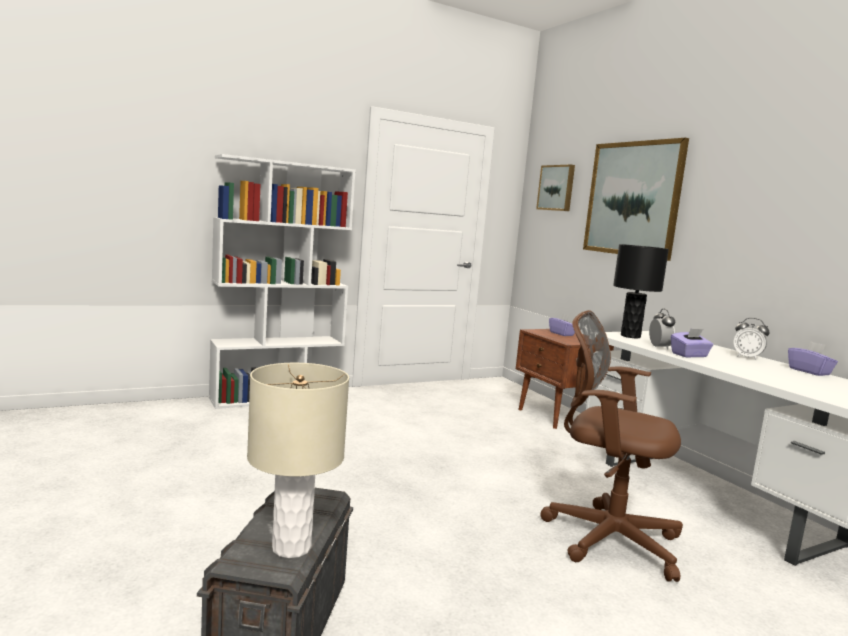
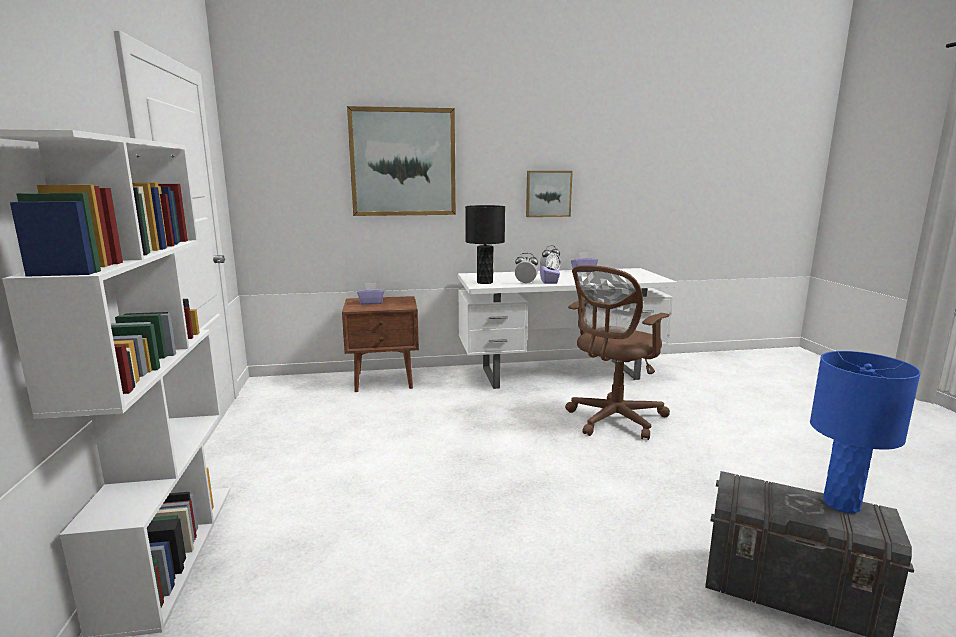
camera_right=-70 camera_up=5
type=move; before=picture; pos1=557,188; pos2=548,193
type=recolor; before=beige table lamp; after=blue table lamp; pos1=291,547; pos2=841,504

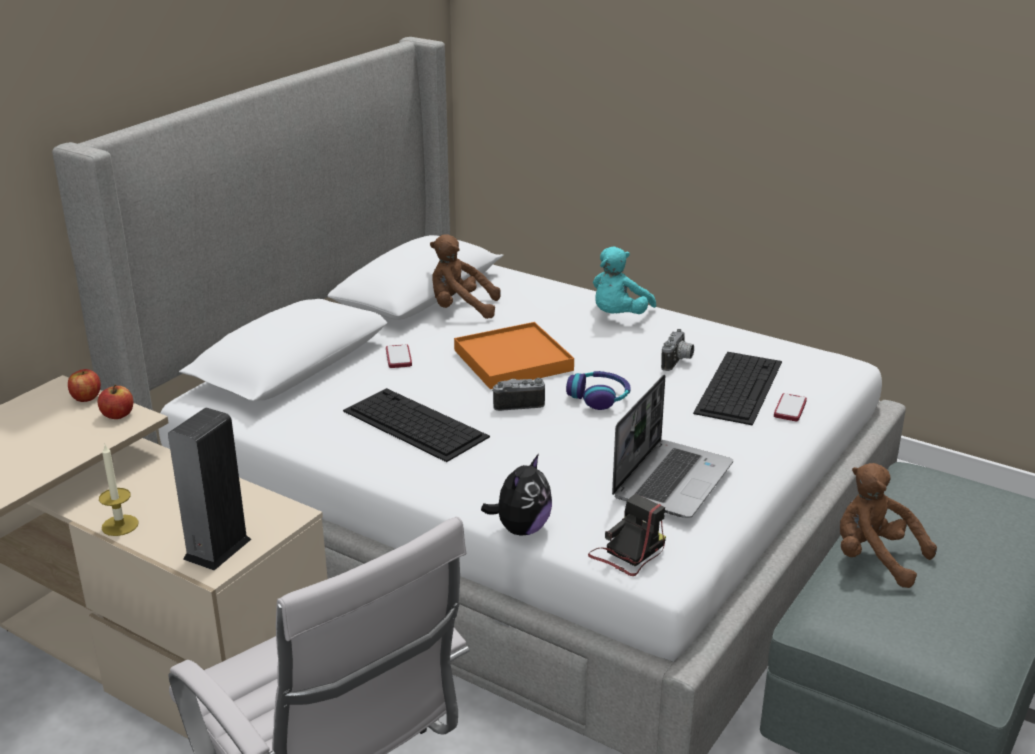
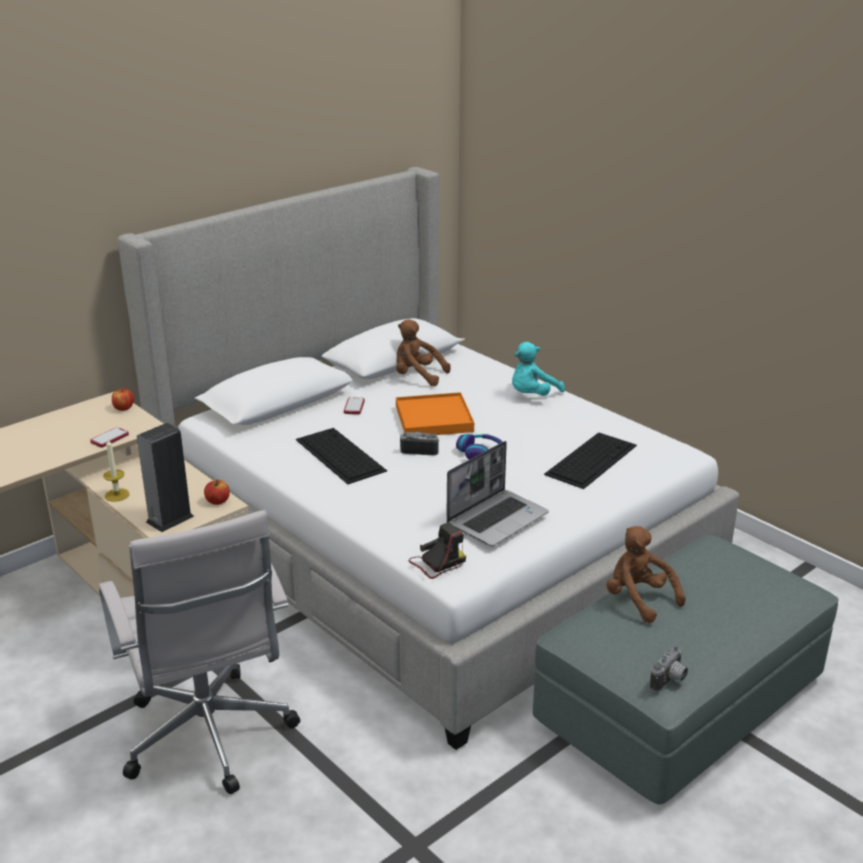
camera_right=15 camera_up=0
type=delete; before=plush toy; pos1=521,529
type=move; before=apple; pos1=118,415; pos2=217,501
type=move; before=photo camera; pos1=678,362; pos2=670,681
type=move; before=phone; pos1=790,409; pos2=109,438

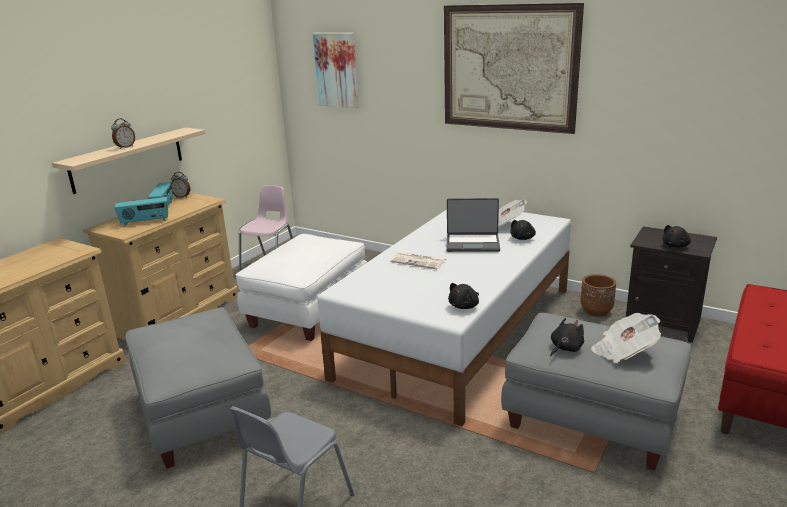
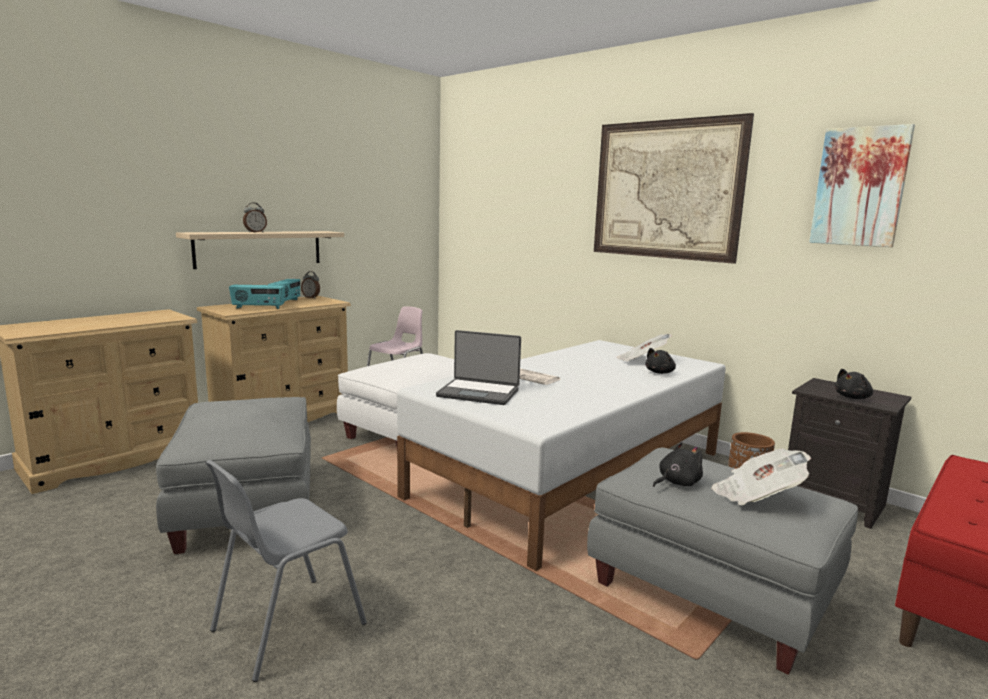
camera_right=10 camera_up=-10
type=delete; before=black plush toy; pos1=465,306
type=move; before=picture; pos1=337,70; pos2=859,187
type=move; before=laptop; pos1=472,243; pos2=479,393

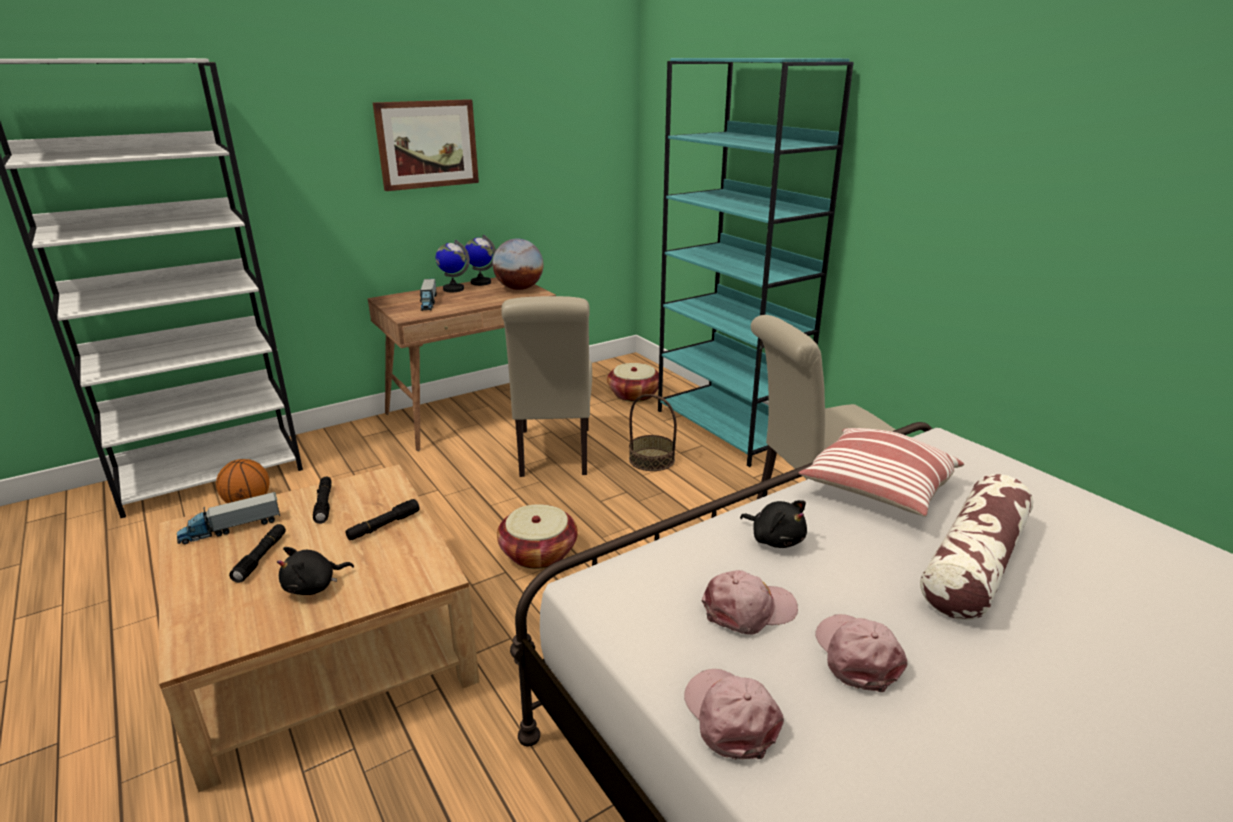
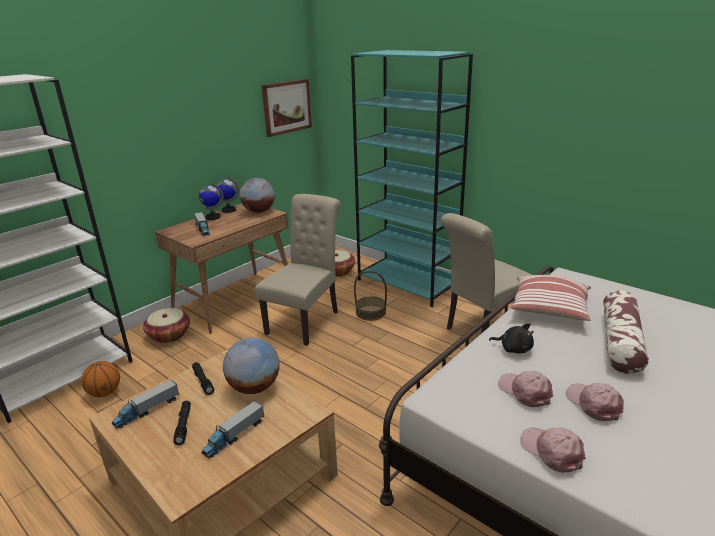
camera_right=-15 camera_up=0
type=move; before=picture; pos1=427,144; pos2=286,107
type=move; before=basket; pos1=538,553; pos2=169,335
type=replace; before=black plush toy; after=toy truck; pos1=314,586; pos2=234,436
type=replace; before=black flashlight; after=globe; pos1=383,526; pos2=254,387
type=rotate; before=beige chair; pos1=554,455; pos2=306,320; turn=-135
type=rotate; before=pink cap; pos1=749,610; pos2=525,391; turn=-90

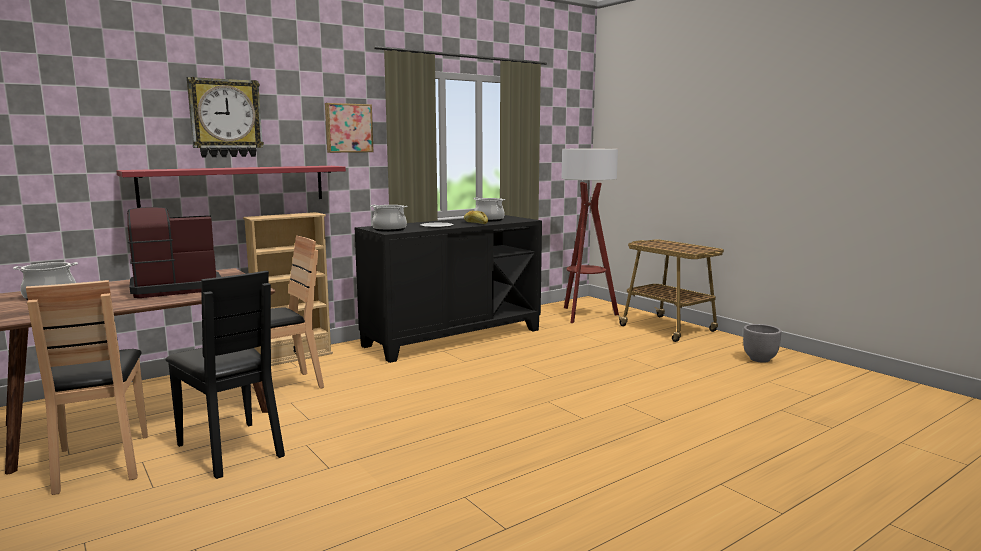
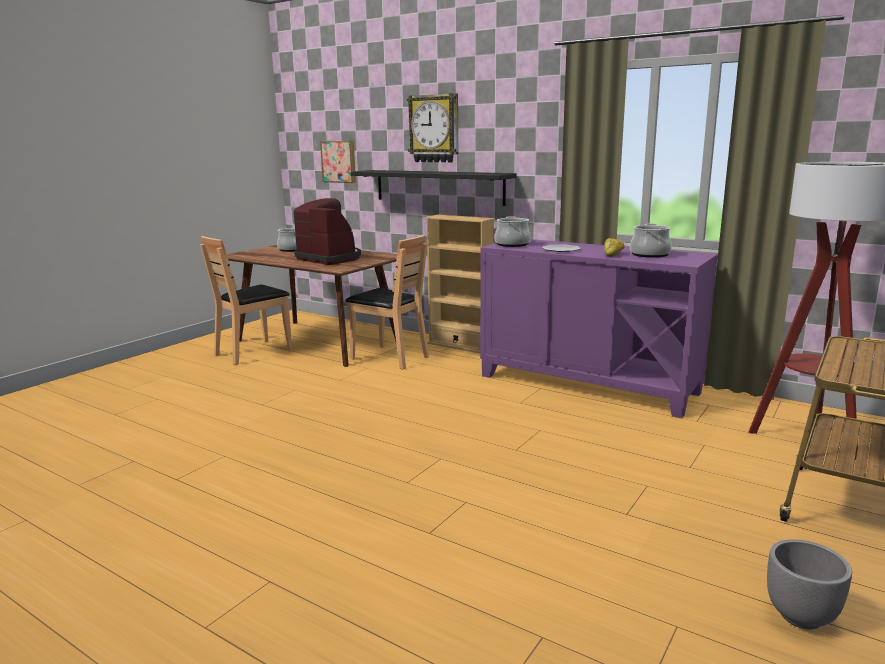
camera_right=70 camera_up=5
type=delete; before=black chair; pos1=231,449
type=move; before=picture; pos1=348,128; pos2=339,161
type=recolor; before=red shelf; after=black shelf; pos1=235,185; pos2=438,187
type=recolor; before=black cabinet; after=purple cabinet; pos1=453,337; pos2=587,384

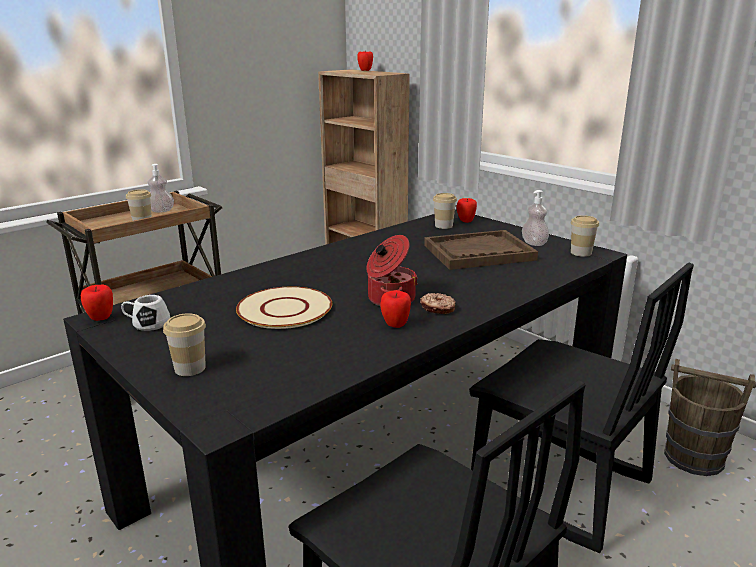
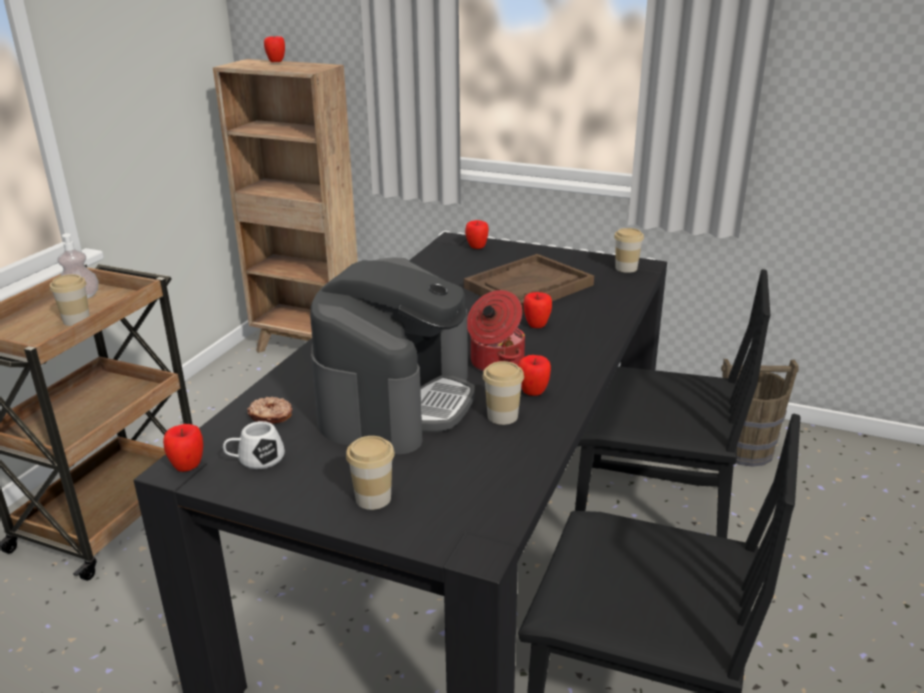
camera_right=-25 camera_up=5
type=delete; before=soap dispenser; pos1=534,243
type=insert; after=apple; pos2=537,325
type=move; before=donut; pos1=437,309; pos2=271,417
type=move; before=cup; pos1=443,226; pos2=502,416
type=replace; before=beige plate; after=coffee machine; pos1=284,309; pos2=396,401

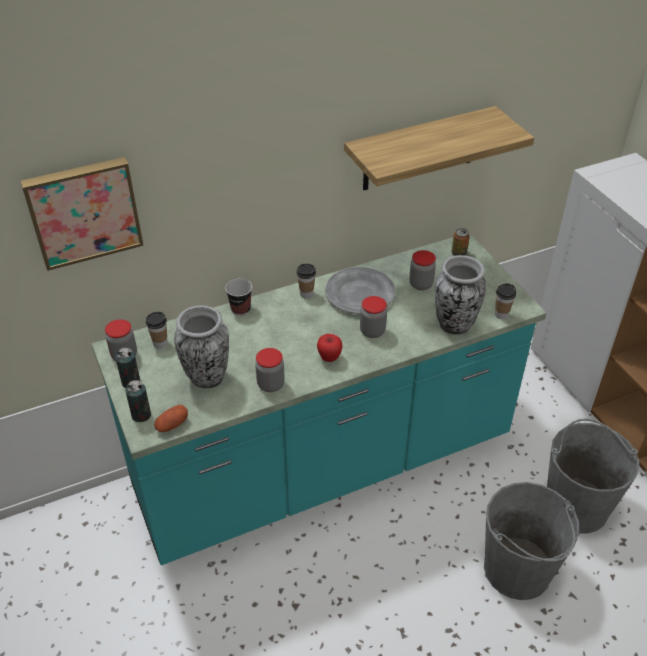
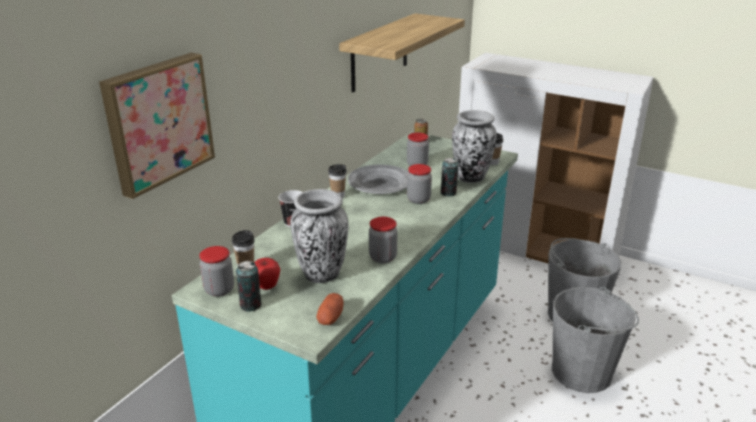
camera_right=-35 camera_up=-15
type=move; before=can; pos1=141,415; pos2=448,193
type=move; before=apple; pos1=329,358; pos2=267,286

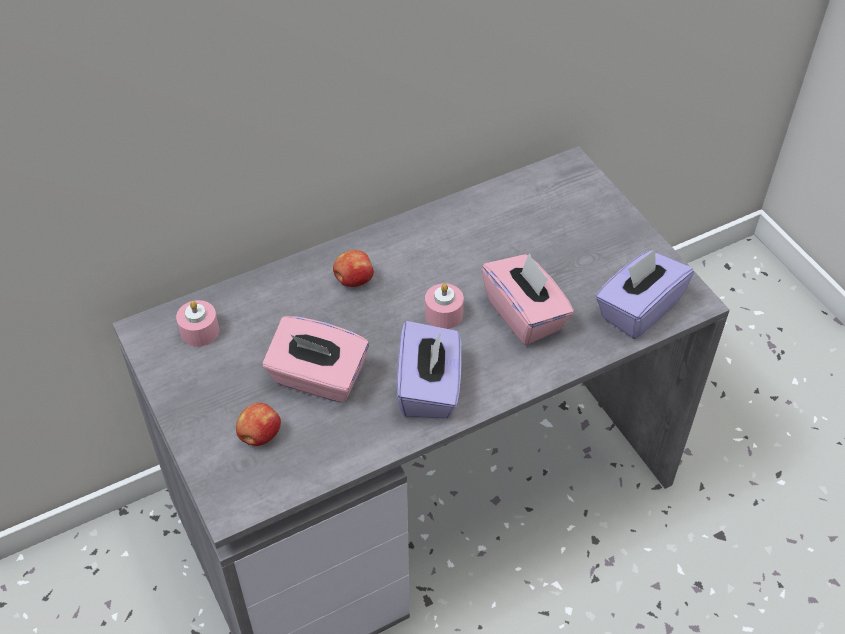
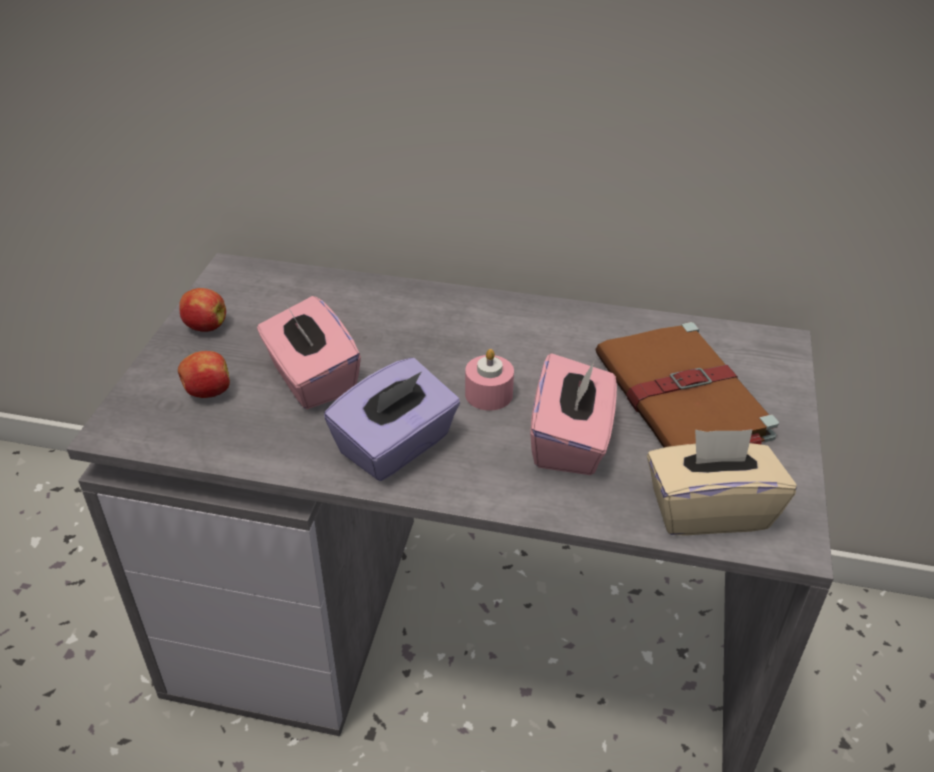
camera_right=40 camera_up=-10
type=delete; before=pink candle; pos1=199,331
type=insert; after=brown book; pos2=683,398
type=move; before=apple; pos1=353,280; pos2=205,327
type=recolor; before=purple tissue box; after=beige tissue box; pos1=638,309; pos2=709,509

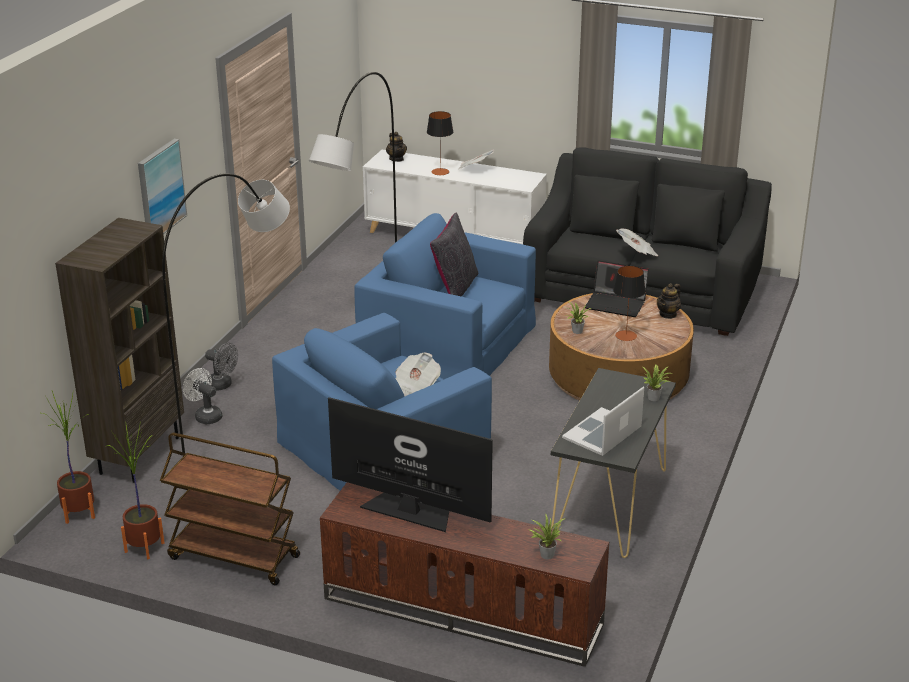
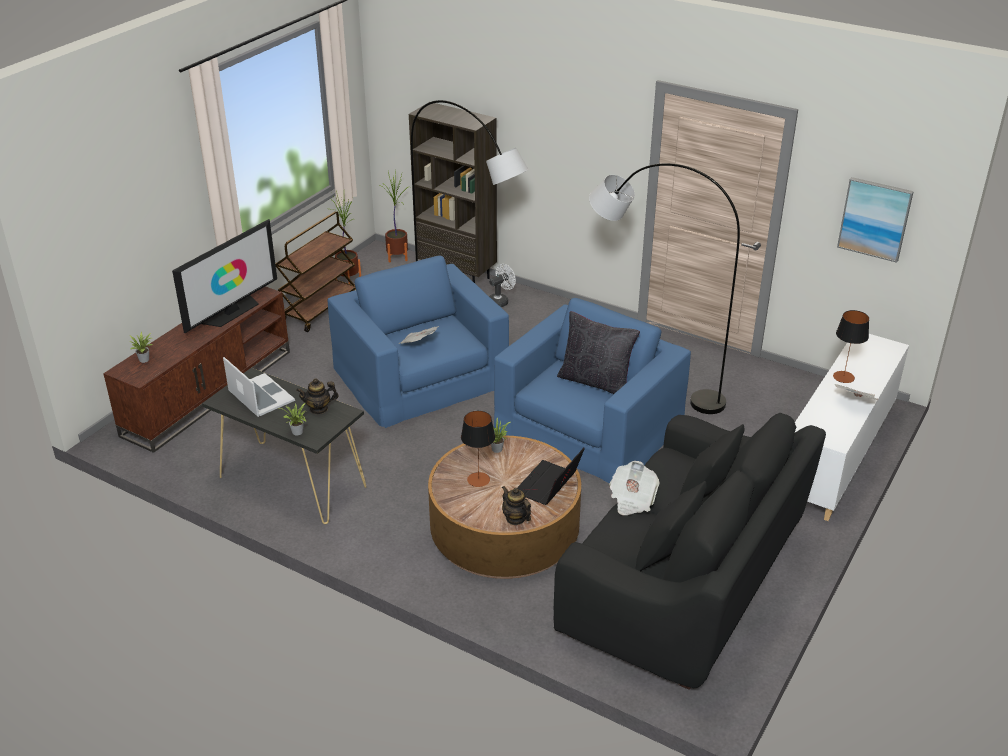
camera_right=100 camera_up=5
type=delete; before=grey fan; pos1=222,385
type=move; before=picture; pos1=160,190; pos2=875,219
type=move; before=teapot; pos1=396,159; pos2=319,409

